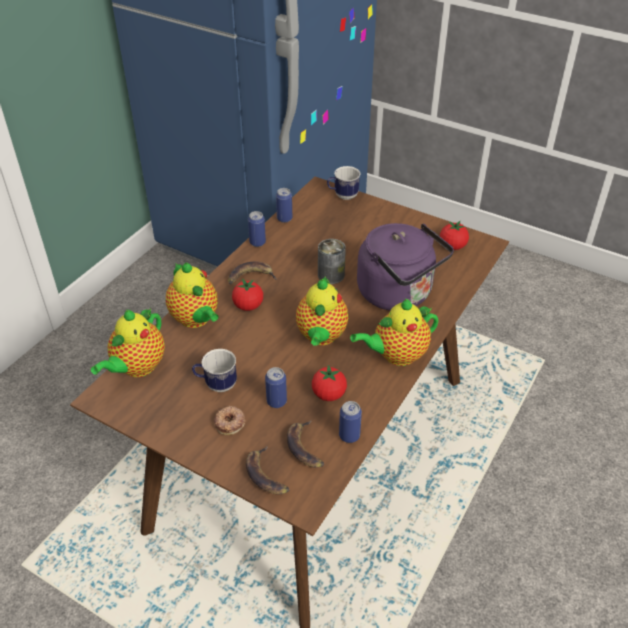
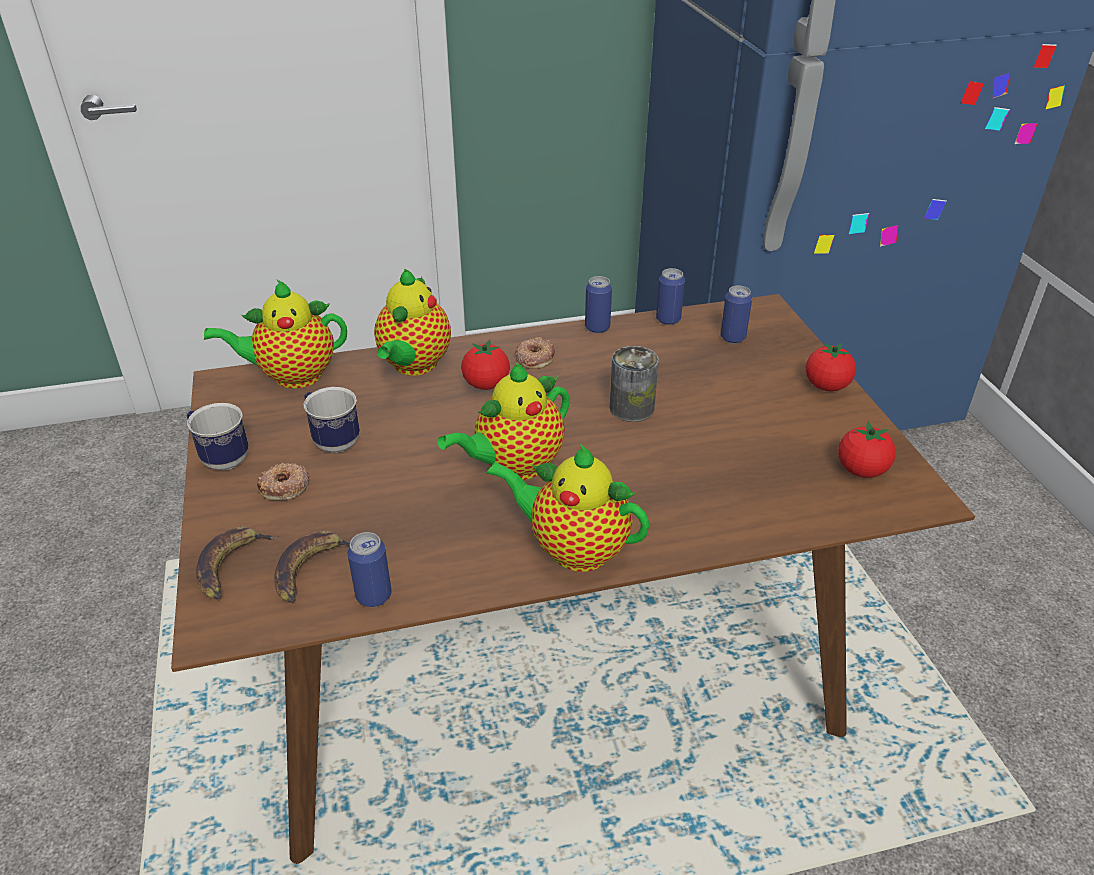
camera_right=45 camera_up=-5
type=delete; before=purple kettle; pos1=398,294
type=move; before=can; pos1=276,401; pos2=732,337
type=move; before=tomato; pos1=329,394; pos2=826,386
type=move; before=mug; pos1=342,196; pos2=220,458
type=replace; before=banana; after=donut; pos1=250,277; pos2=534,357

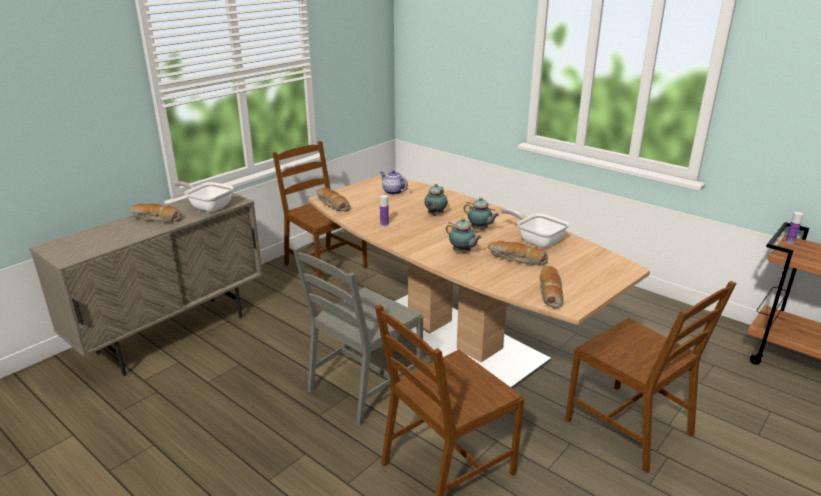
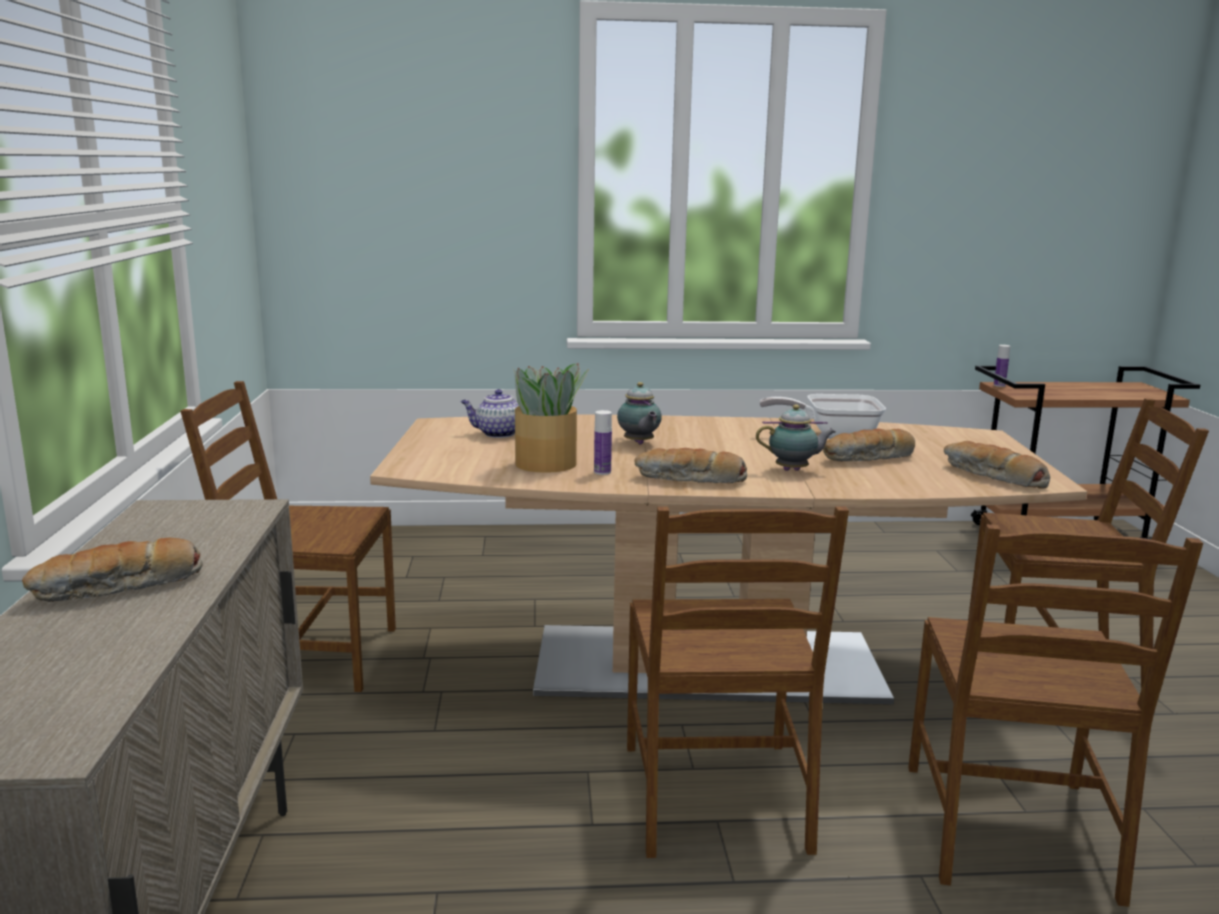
camera_right=-45 camera_up=-10
type=delete; before=frying pan; pos1=208,207
type=delete; before=teapot; pos1=480,229
type=insert; after=potted plant; pos2=547,464
type=move; before=bread; pos1=332,204; pos2=690,480
type=recolor; before=grey chair; after=brown chair; pos1=364,387; pos2=718,797

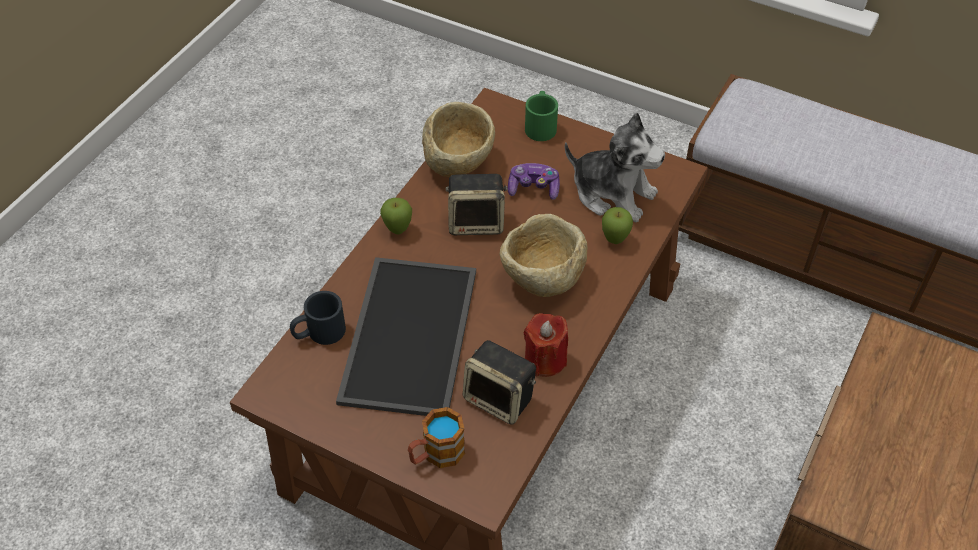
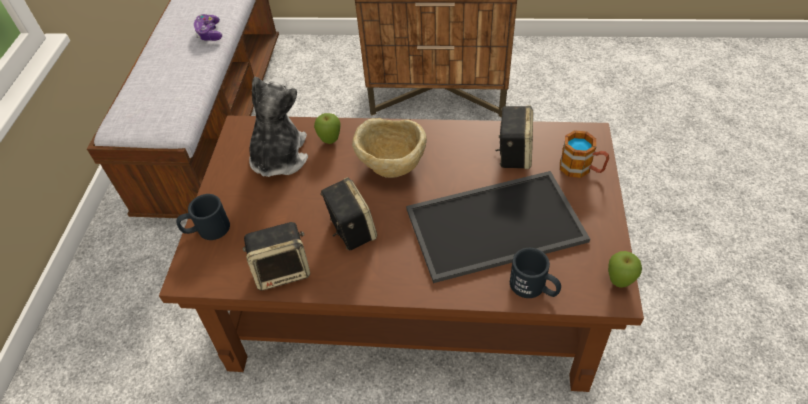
camera_right=-110 camera_up=0
type=delete; before=red candle; pos1=545,360
type=move; before=apple; pos1=398,230; pos2=618,282
type=move; before=game controller; pos1=533,188; pos2=209,33
type=replace; before=beige bowl; after=speaker; pos1=459,165; pos2=283,270
type=recolor; before=green mug; after=black mug; pos1=540,125; pos2=206,229

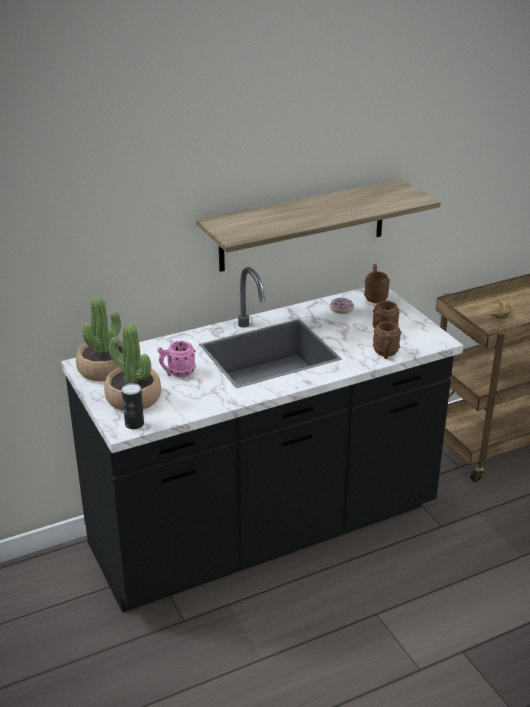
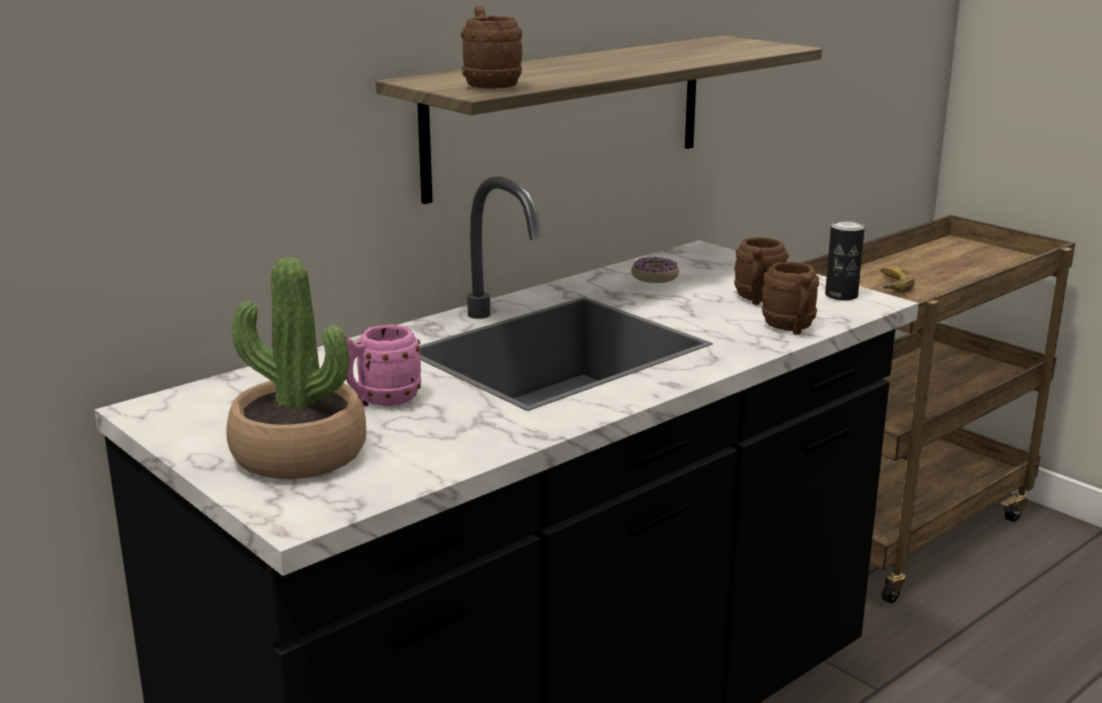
camera_right=-15 camera_up=-10
type=delete; before=potted plant; pos1=104,369
type=move; before=can; pos1=134,424; pos2=841,296
type=move; before=brown mug; pos1=375,297; pos2=489,85

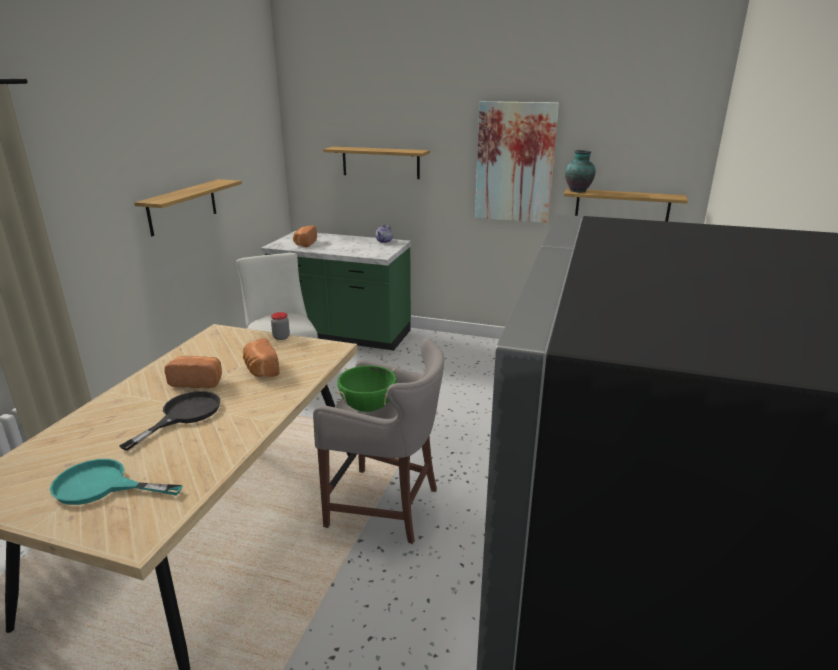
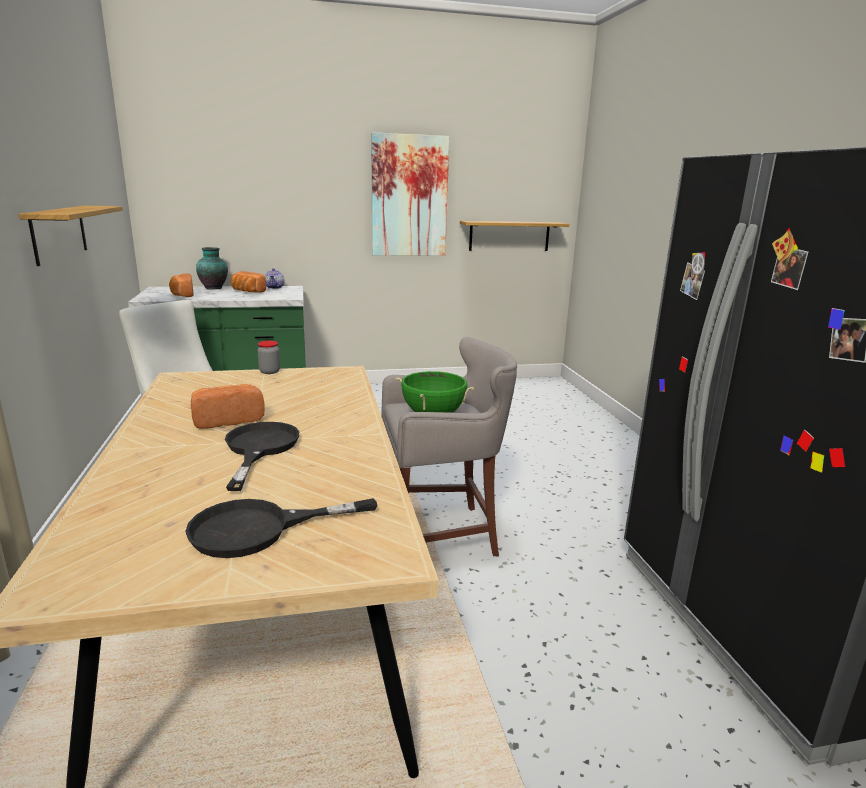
camera_right=-30 camera_up=-5
type=delete; before=shelf; pos1=380,162
type=move; before=bread; pos1=260,370; pos2=247,291
type=move; before=vase; pos1=578,191; pos2=214,288
type=recolor; before=turquoise frying pan; after=black frying pan; pos1=102,486; pos2=259,529

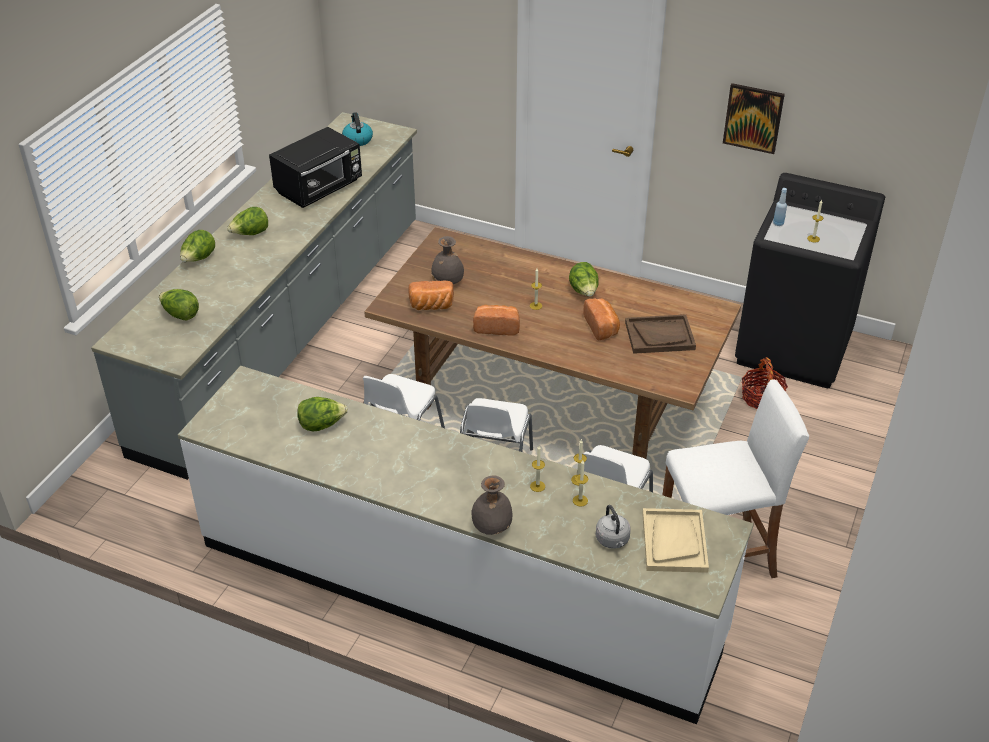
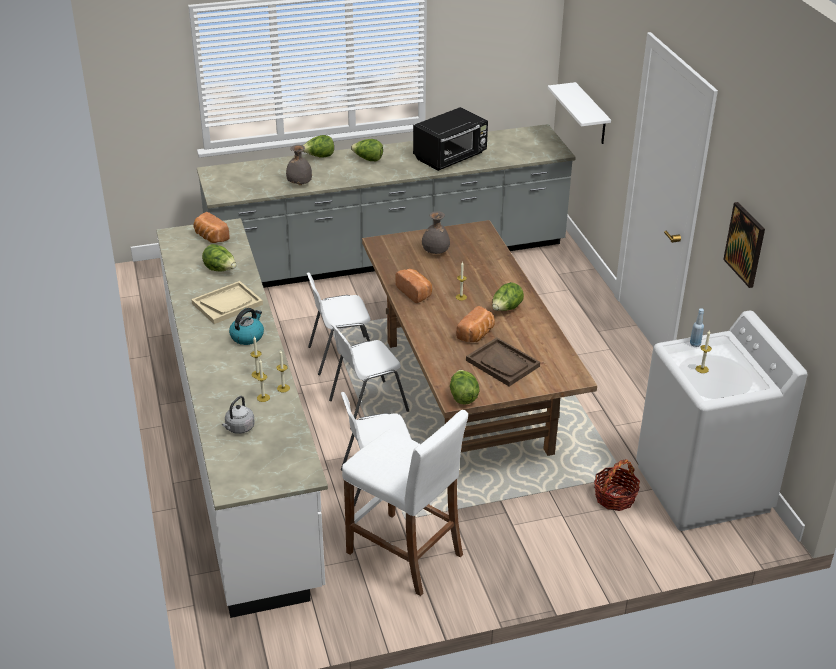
camera_right=50 camera_up=-5
type=insert; after=white shelf; pos2=591,114
type=move; before=lettuce; pos1=180,315; pos2=463,397
type=move; before=kettle; pos1=357,139; pos2=247,336
type=move; before=bread; pos1=431,306; pos2=210,237
type=move; before=grey vase; pos1=491,527; pos2=299,184
type=move; before=beige tray; pos1=674,542; pos2=227,304
type=recolor; before=black washing machine; after=white washing machine; pos1=794,348; pos2=703,488
type=rotate; before=black microwave; pos1=320,188; pos2=451,157; turn=-45

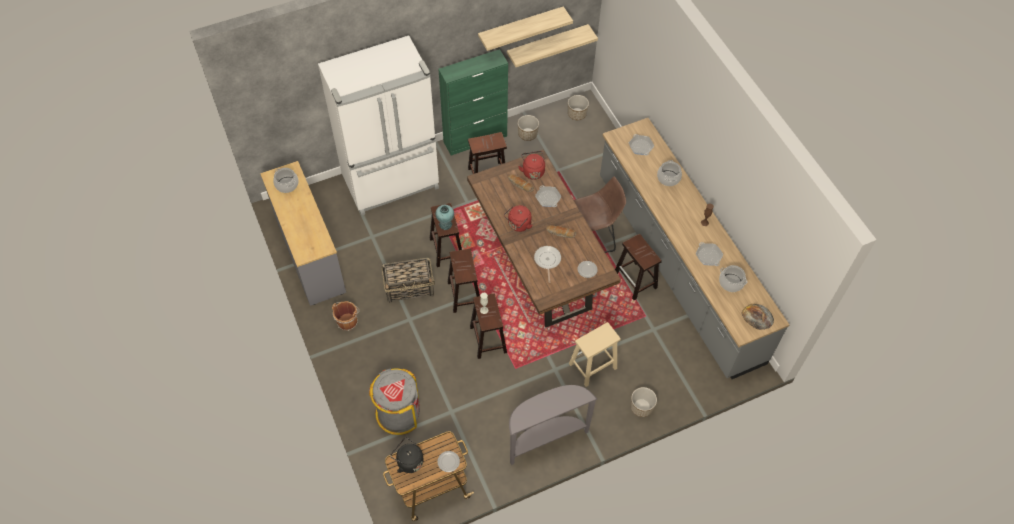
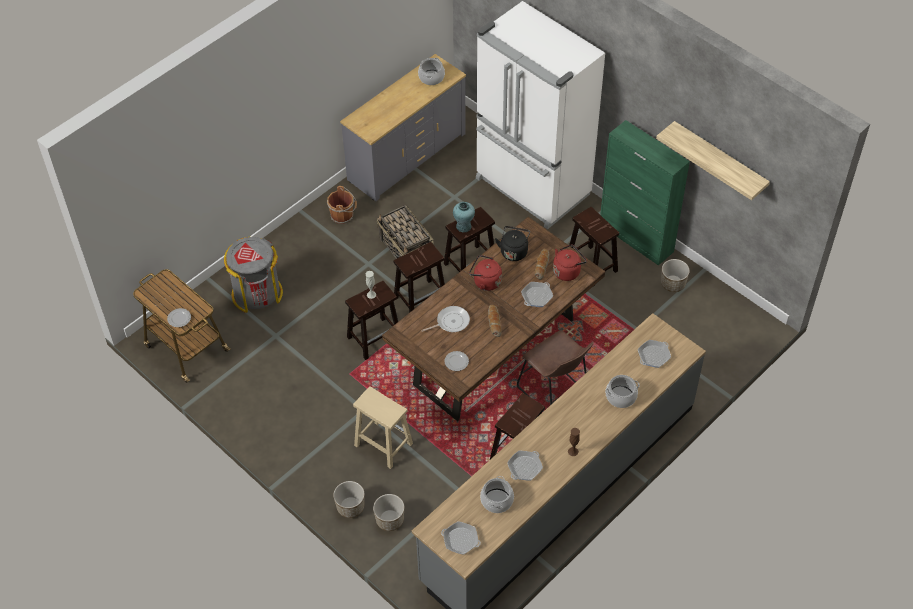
camera_right=70 camera_up=-5
type=delete; before=shelf; pos1=547,44
type=delete; before=grey console table; pos1=545,439
type=move; before=black kettle; pos1=408,461; pos2=514,251
type=move; before=planter; pos1=577,114; pos2=389,520
type=replace; before=bread; after=frying pan; pos1=757,316; pos2=460,540

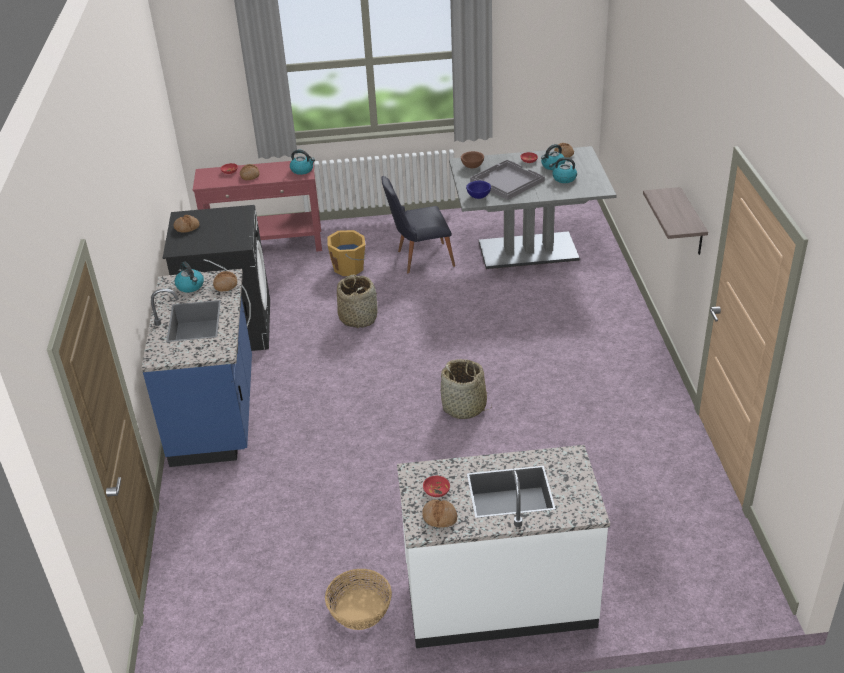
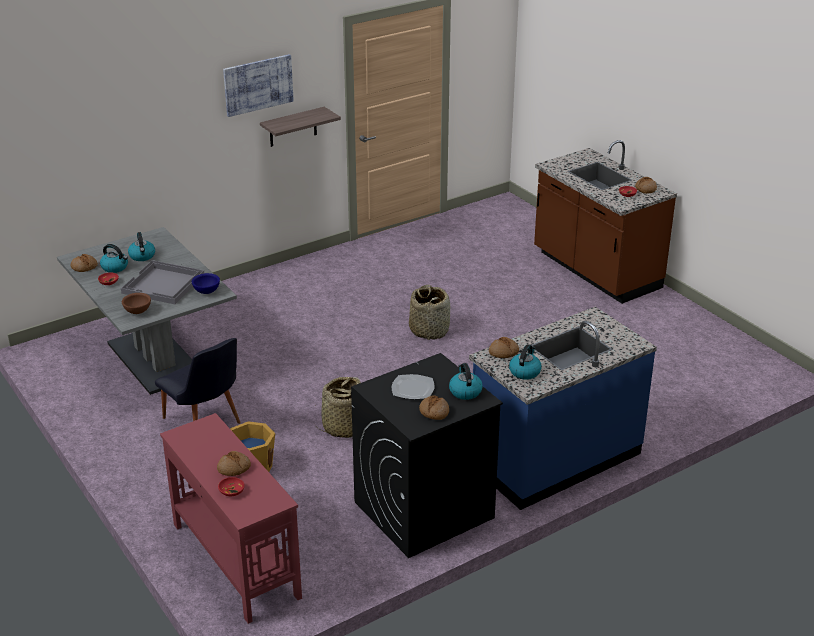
camera_right=-120 camera_up=-5
type=delete; before=basket; pos1=360,609
type=insert; after=picture; pos2=258,84
type=insert; after=plate; pos2=412,388
type=move; before=kettle; pos1=302,170; pos2=465,391
type=recolor; before=white counter; after=brown counter; pos1=499,597; pos2=595,271

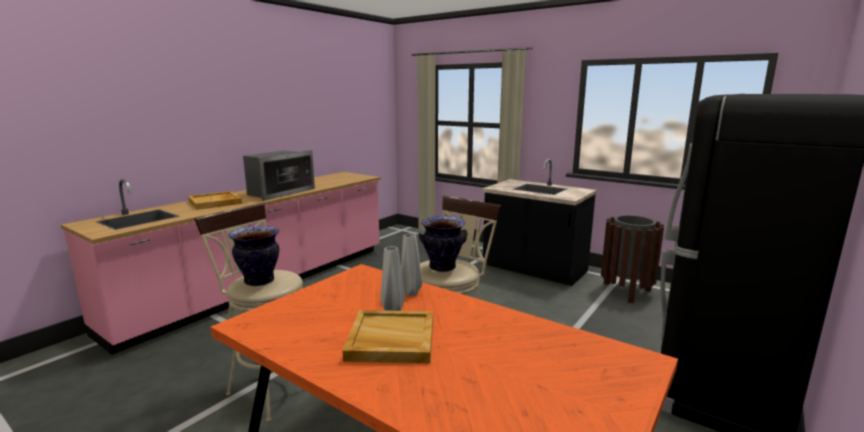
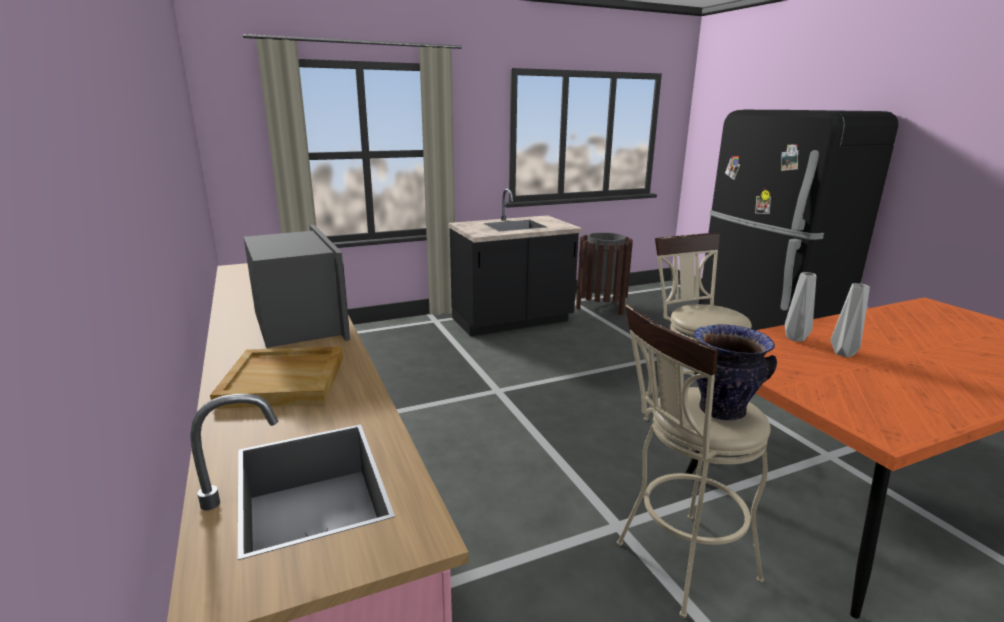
camera_right=-60 camera_up=5
type=delete; before=beige tray; pos1=390,340
type=delete; before=vase; pos1=442,268

